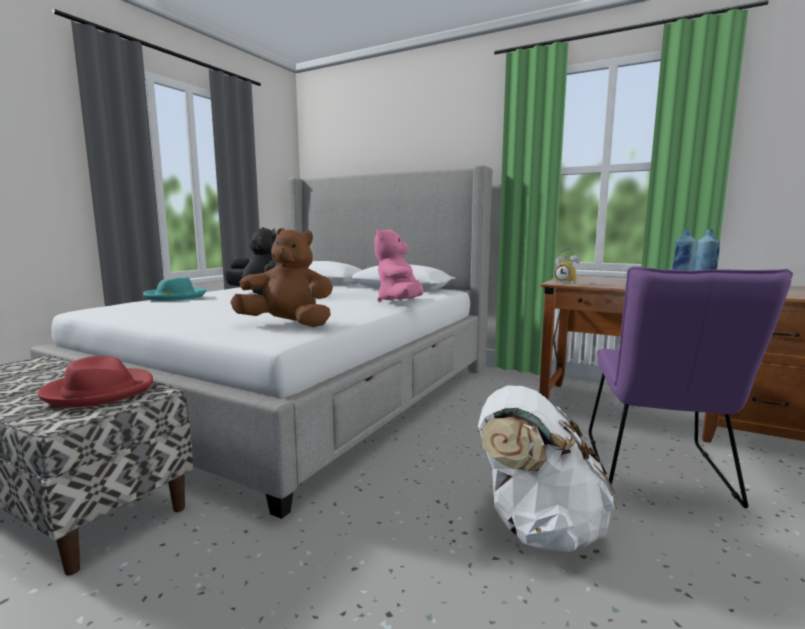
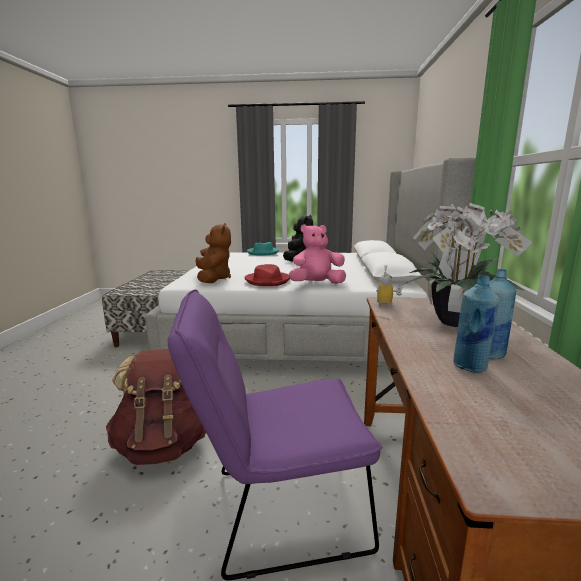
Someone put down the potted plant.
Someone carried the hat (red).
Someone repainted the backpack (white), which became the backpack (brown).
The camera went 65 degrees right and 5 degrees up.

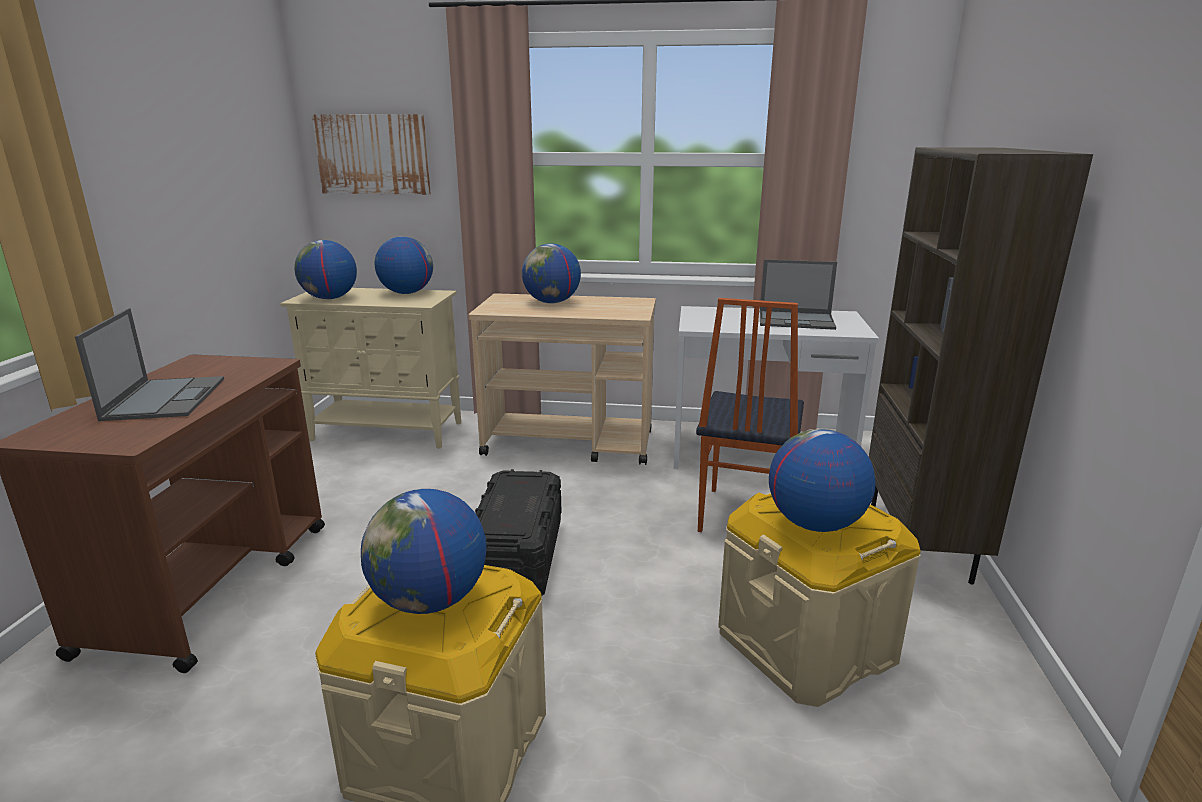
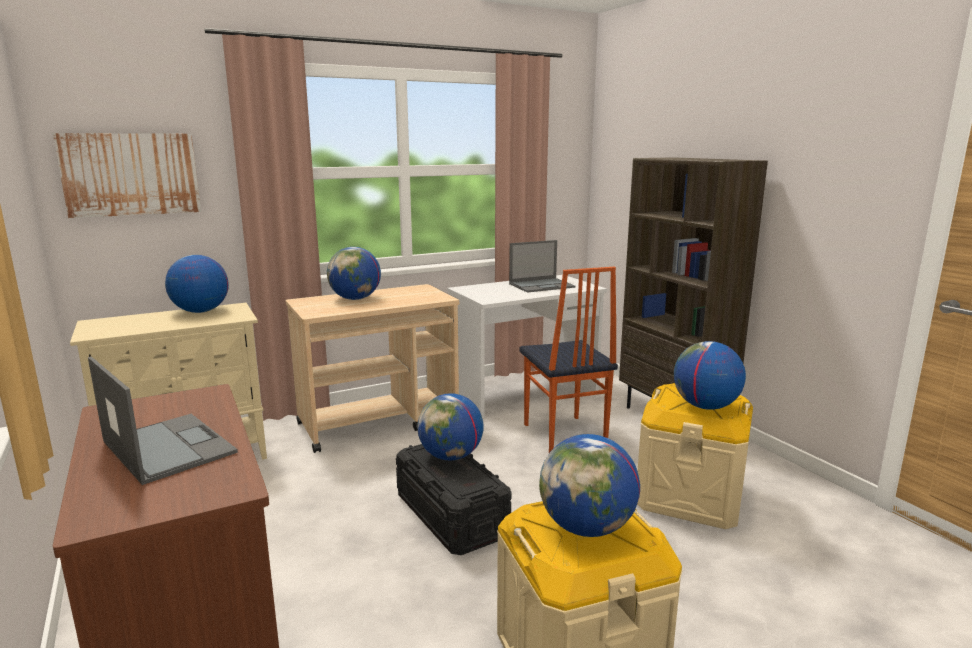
Someone carried the globe (no. 1 from left in the first image).
The camera went 35 degrees left and 5 degrees down.

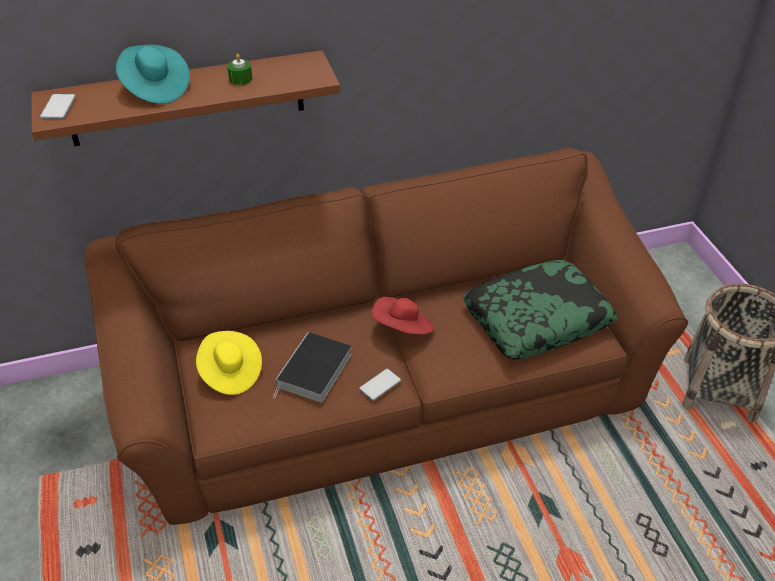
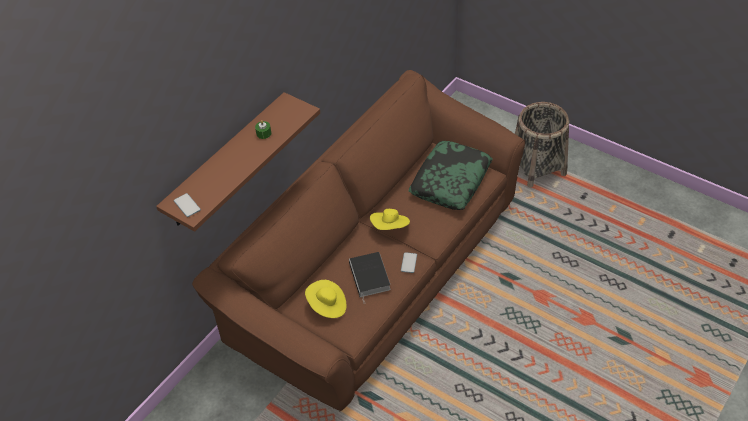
Someone took away the hat (turquoise).
Someone repainted the hat (red), which became the hat (yellow) (no. 2 from left).
The camera went 35 degrees left and 5 degrees up.

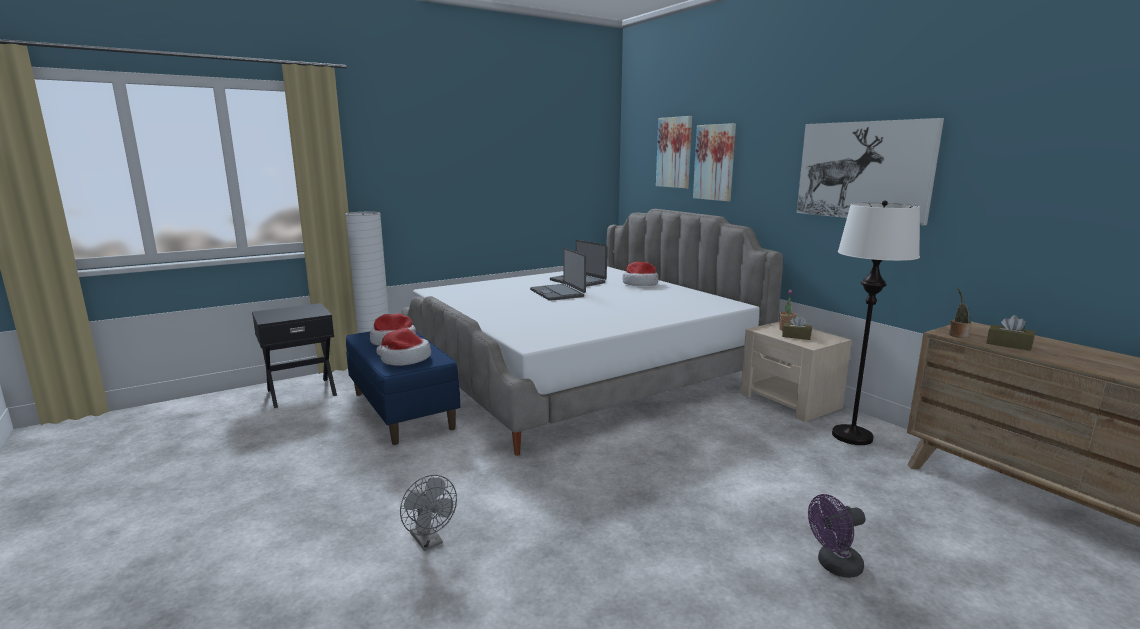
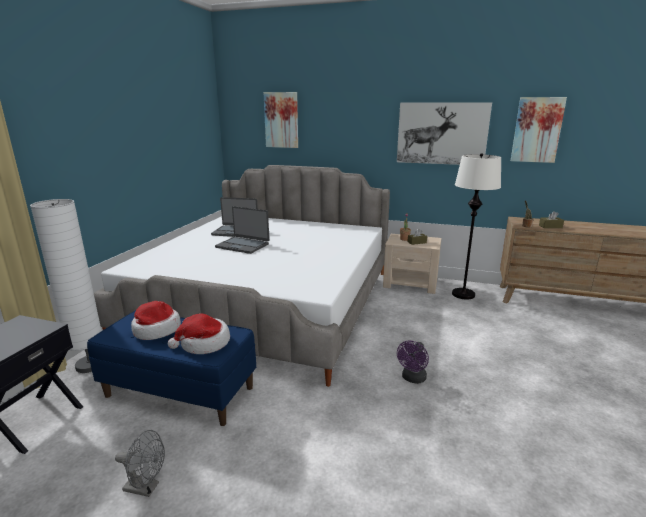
Someone took away the hat (no. 3 from left).
Someone carried the fan (grey).
Someone carried the picture (no. 2 from left in the first image).
Someone carried the fan (purple).
The camera went 40 degrees left and 5 degrees up.

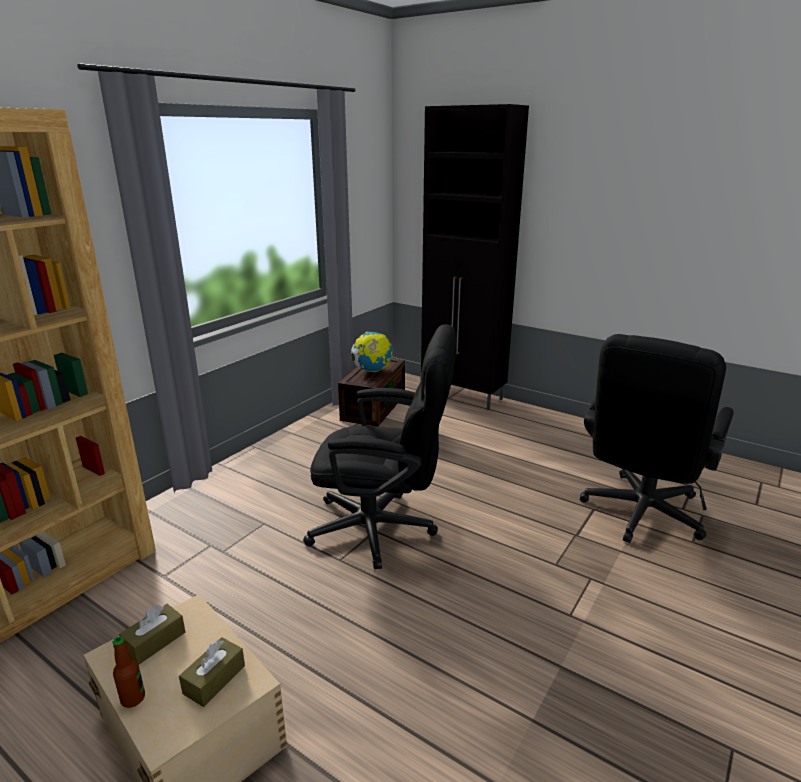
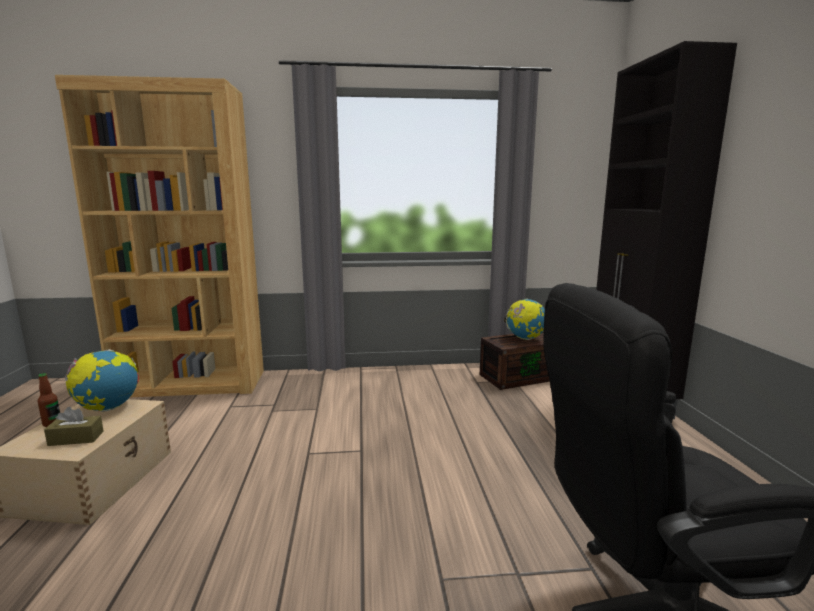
Someone took away the office chair (black) (no. 1 from left).
Someone swapped the tissue box (brown) (no. 1 from left) for the globe (no. 1 from left).
The camera went 50 degrees right and 10 degrees down.

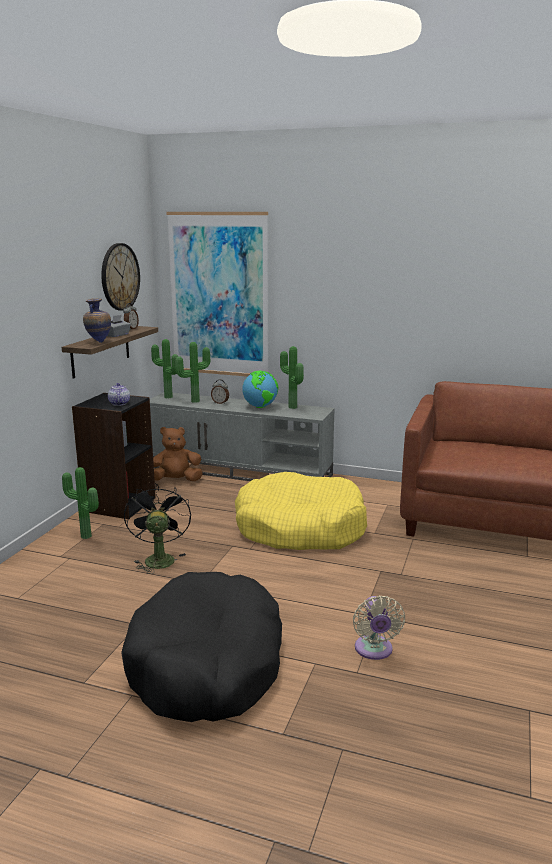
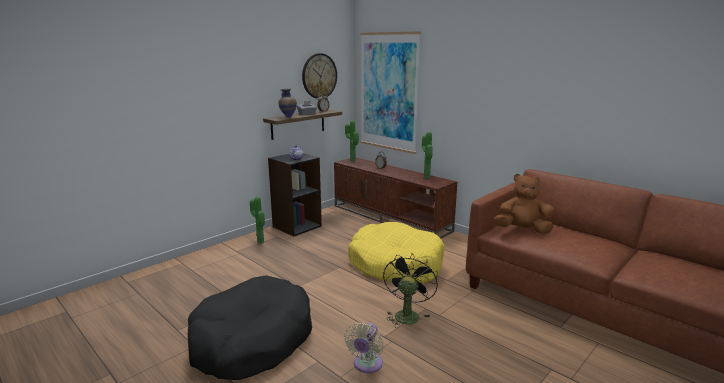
Someone took away the potted plant (no. 3 from left).
Someone took away the globe.
Someone carried the fan (black).
Someone carried the plush toy (brown).
Someone repainted the tv stand (grey), which became the tv stand (brown).
The camera went 25 degrees right and 0 degrees up.

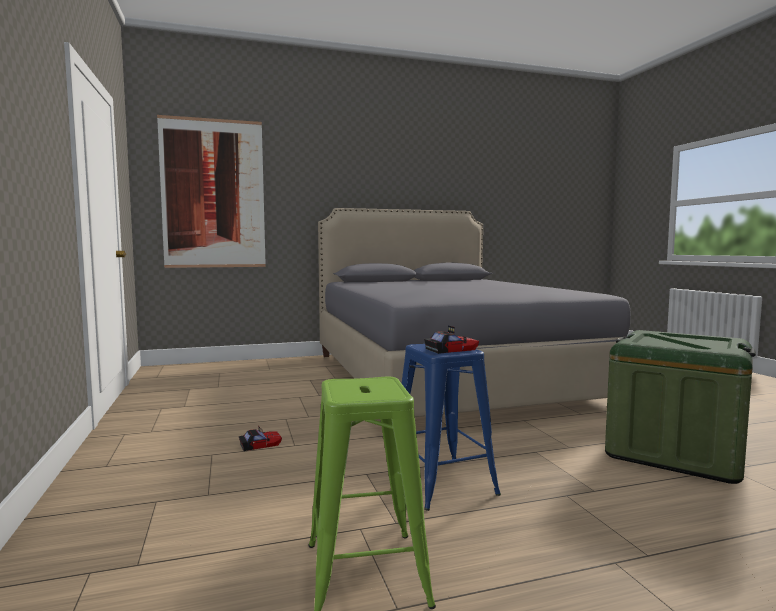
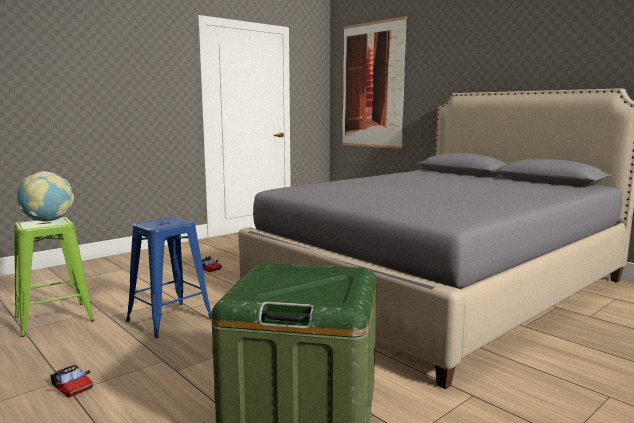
Someone put down the globe.
Someone carried the toy car (no. 2 from left in the first image).
The camera went 65 degrees right and 5 degrees up.

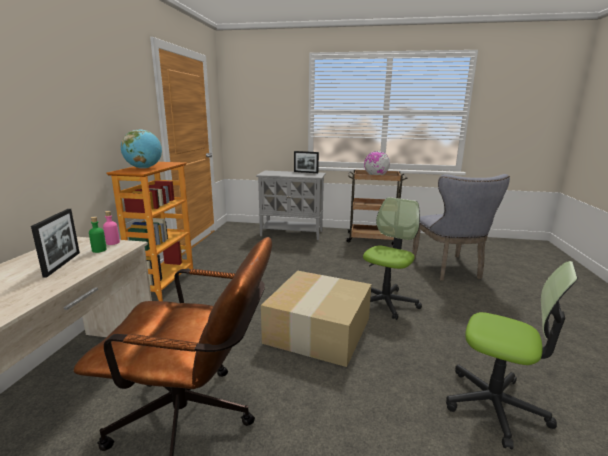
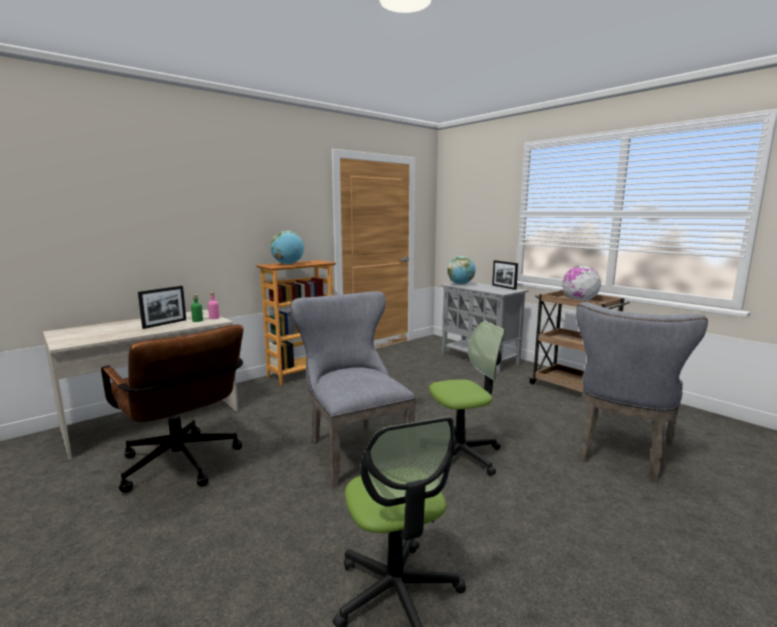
Someone put down the globe (no. 2 from left).
Someone swapped the cardboard box for the chair (grey) (no. 1 from left).
The camera went 40 degrees right and 5 degrees down.

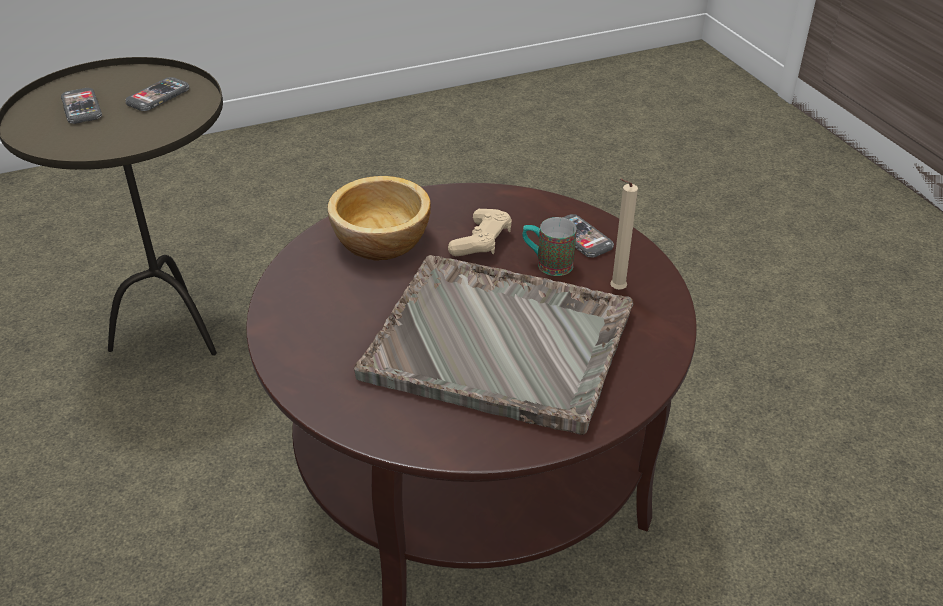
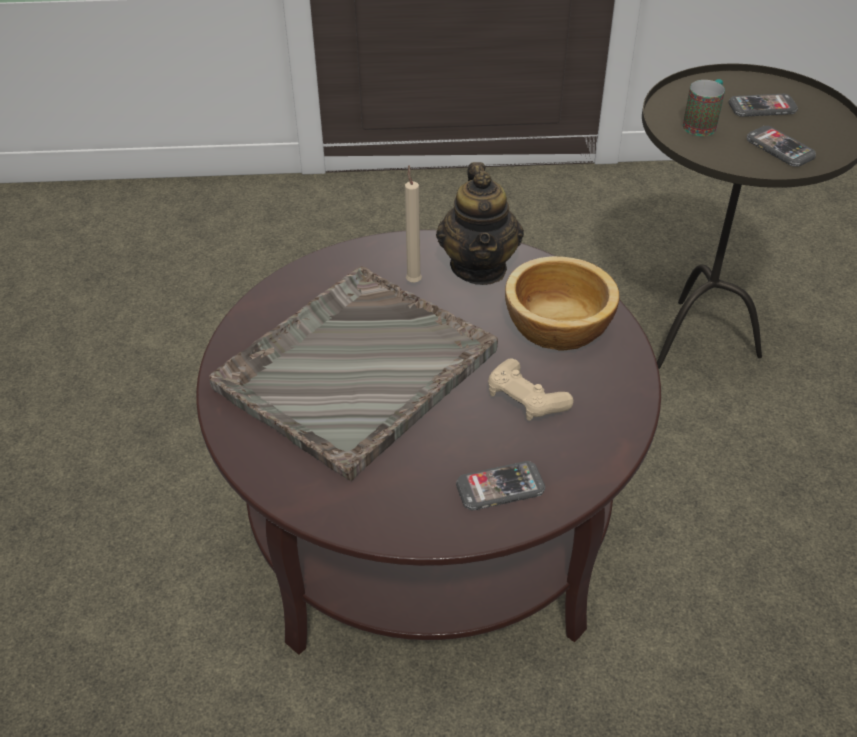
Someone put down the teapot.
Someone carried the mug.
Someone carried the candle (beige).
The camera went 110 degrees right and 5 degrees up.

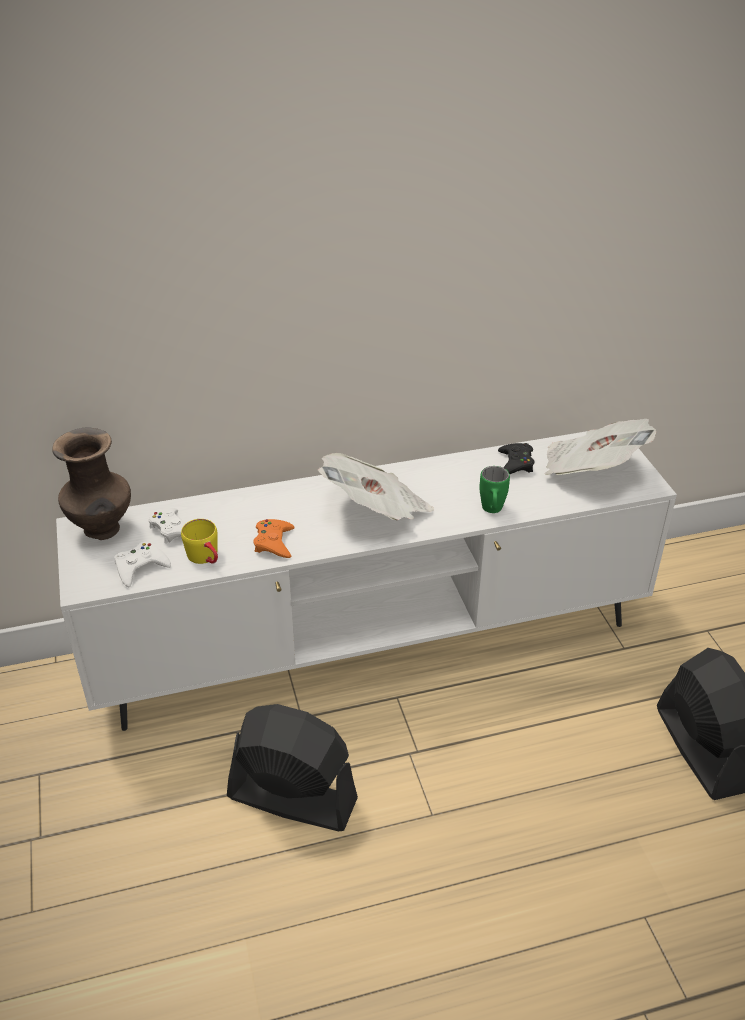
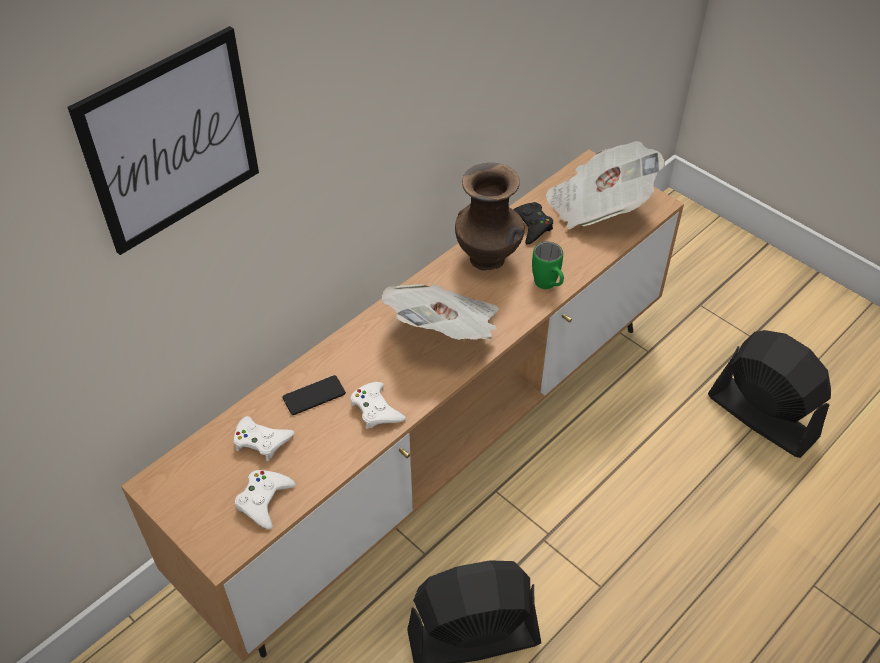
Someone took away the mug (yellow).
Someone put up the picture.
Someone put down the phone.
Someone carried the vase (brown).
Someone repainted the tv stand (white), which became the tv stand (brown).
Someone repainted the game controller (orange), which became the game controller (white) (no. 3 from left).
The camera went 30 degrees left and 10 degrees up.

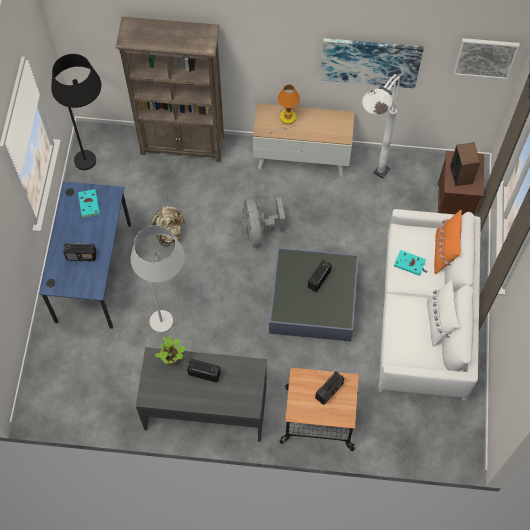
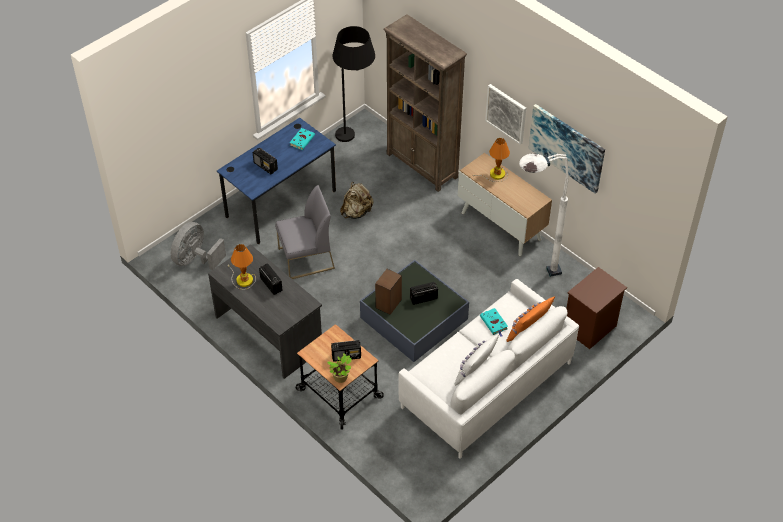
Someone put down the table lamp (no. 1 from left).
Someone carried the potted plant.
Someone carried the fan (grey).
Someone carried the speaker.
Someone carried the picture (no. 2 from left in the first image).
Someone swapped the floor lamp (white) (no. 1 from left) for the chair (grey).
The camera went 40 degrees right and 15 degrees down.

